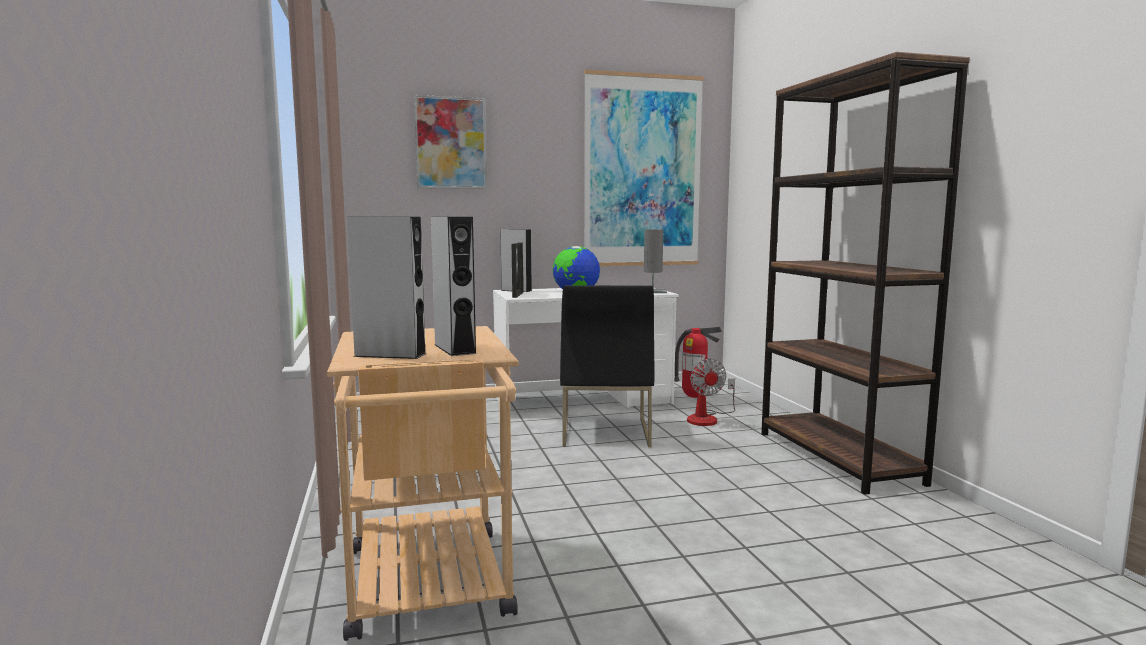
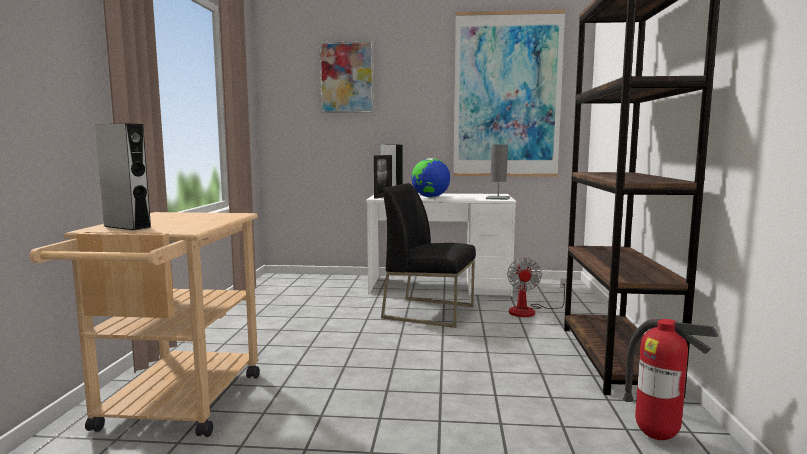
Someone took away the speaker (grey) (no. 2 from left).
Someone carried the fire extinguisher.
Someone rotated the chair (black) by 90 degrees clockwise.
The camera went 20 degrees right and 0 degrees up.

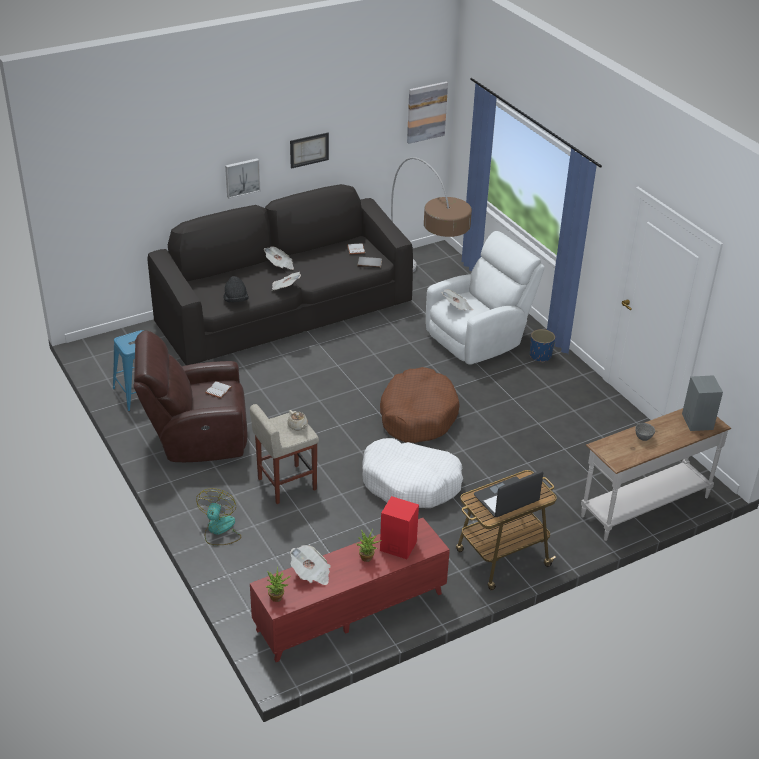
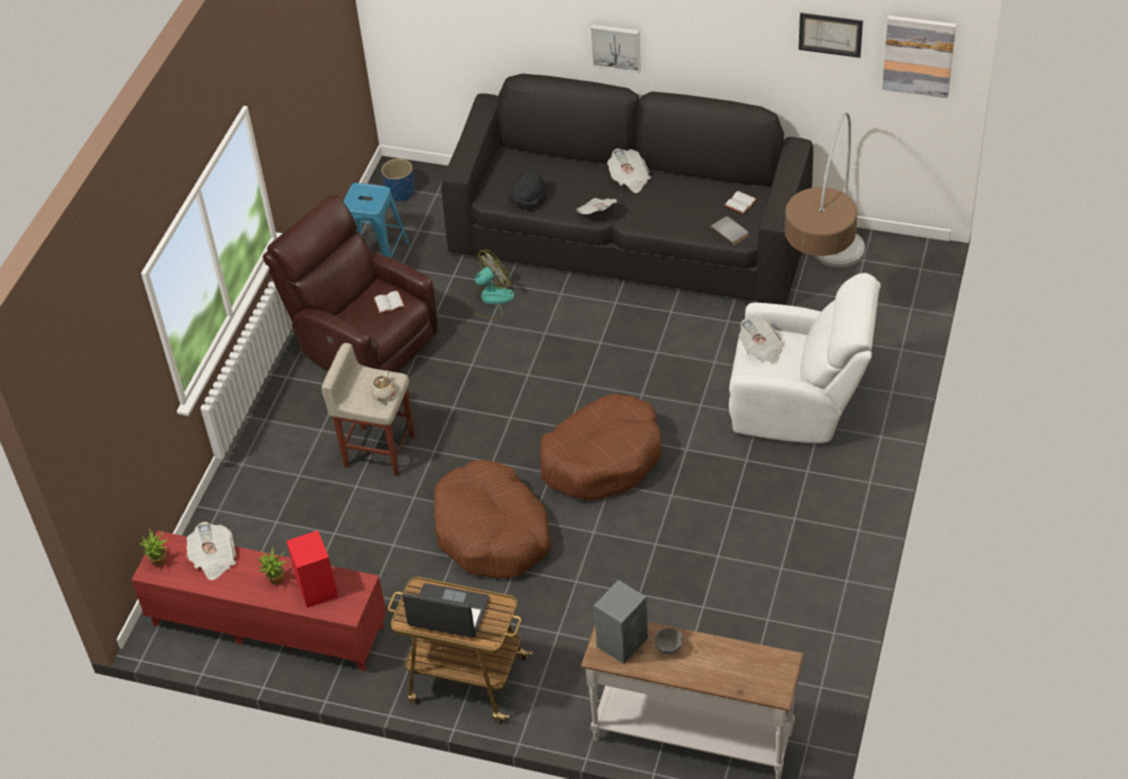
Someone carried the fan.
Someone carried the picture (no. 2 from left).
Someone carried the planter (blue).
Someone carried the speaker (grey).
Someone repainted the dog bed (white), which became the dog bed (brown) (no. 1 from left).
The camera went 50 degrees right and 10 degrees up.

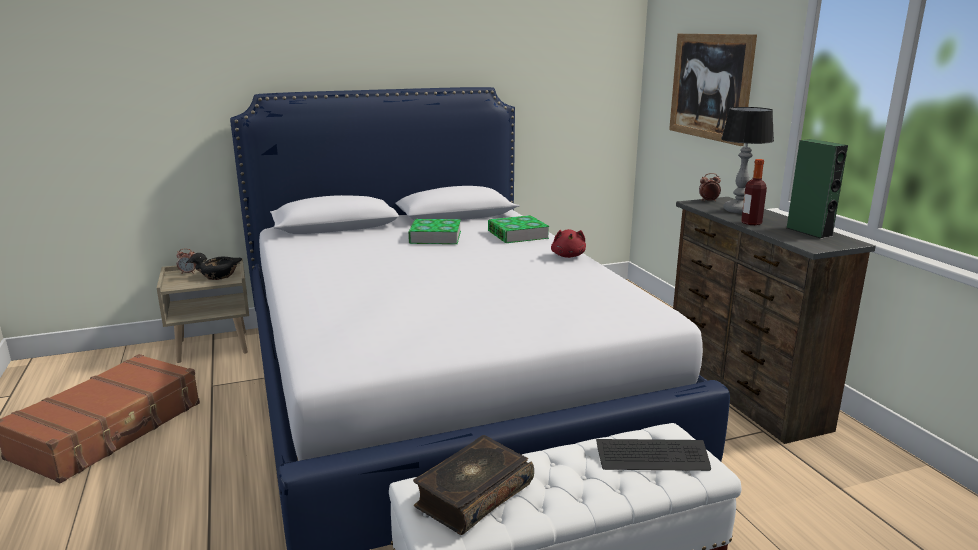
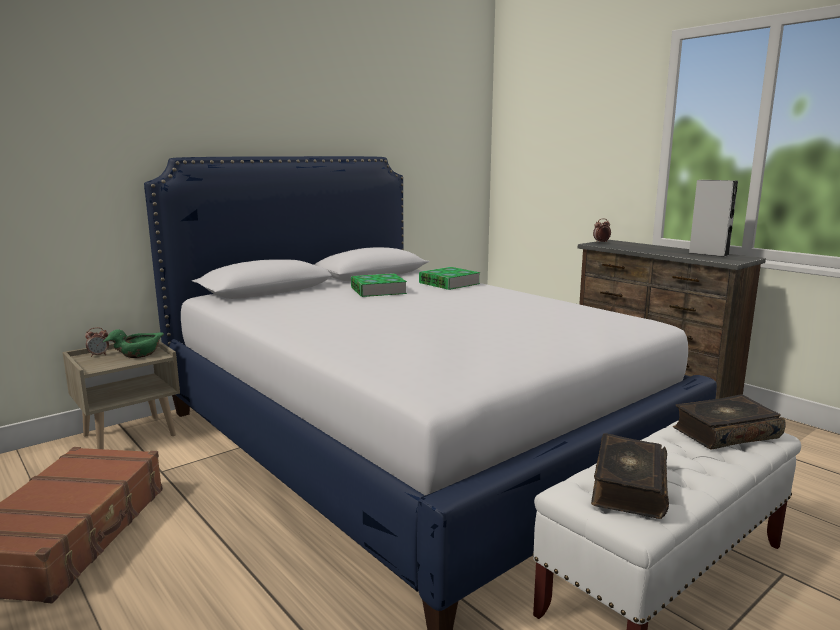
Someone took away the plush toy (red).
Someone took away the picture.
Someone took away the table lamp.
Someone took away the bottle.
Someone swapped the keyboard for the book (no. 4 from left).
Someone repainted the bowl (black), which became the bowl (green).
Someone repainted the speaker (green), which became the speaker (grey).
The camera went 20 degrees left and 5 degrees down.

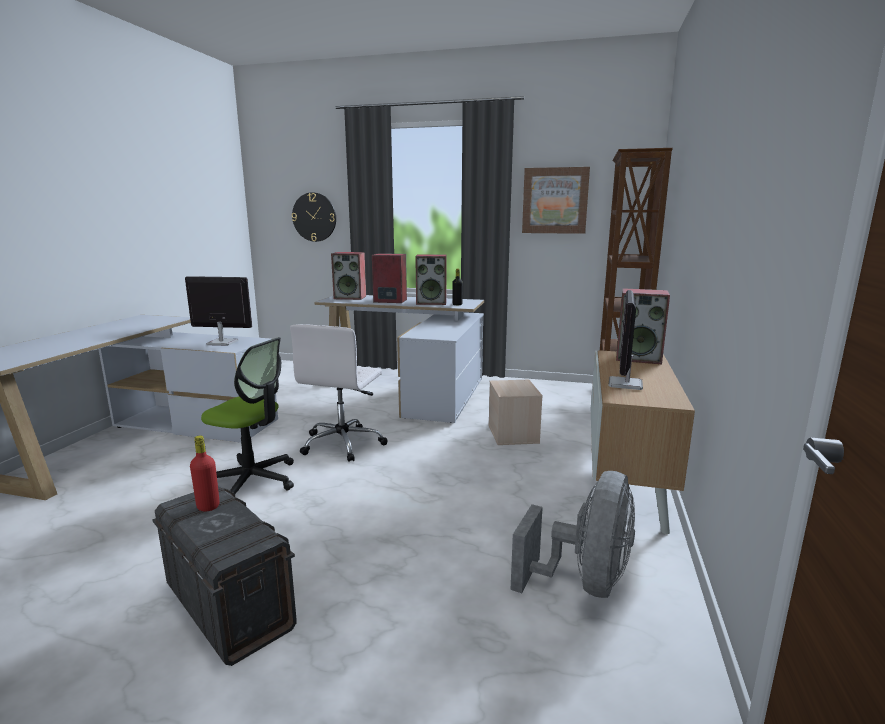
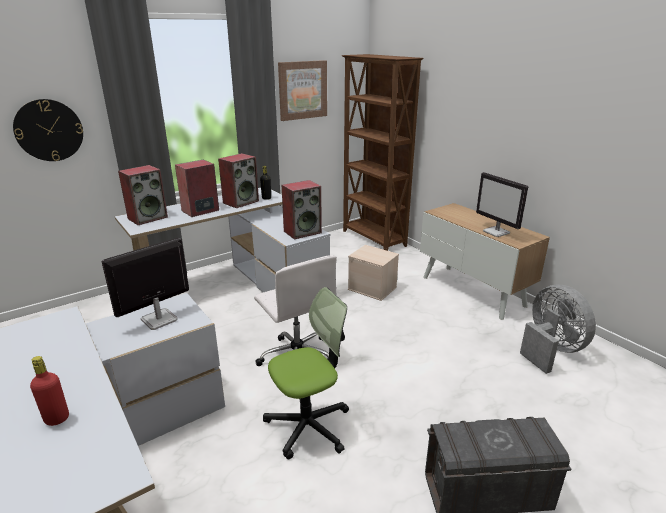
Someone carried the bottle (red).
Someone carried the speaker (no. 4 from left).
The camera went 50 degrees left and 10 degrees up.

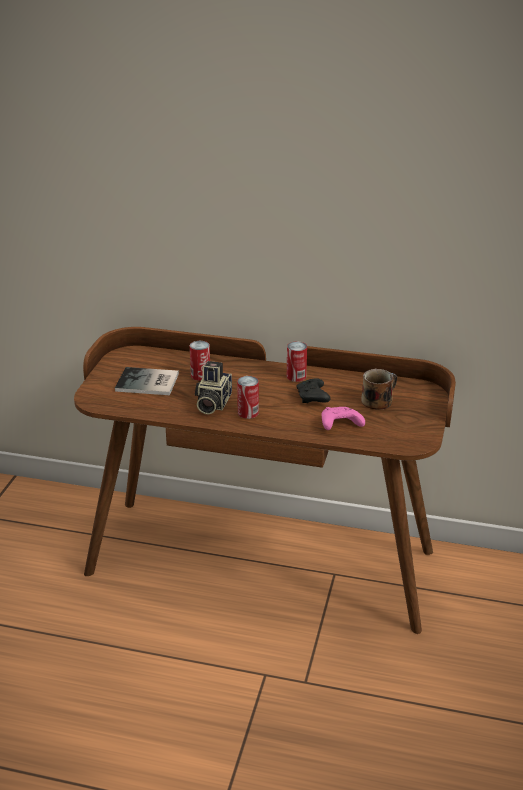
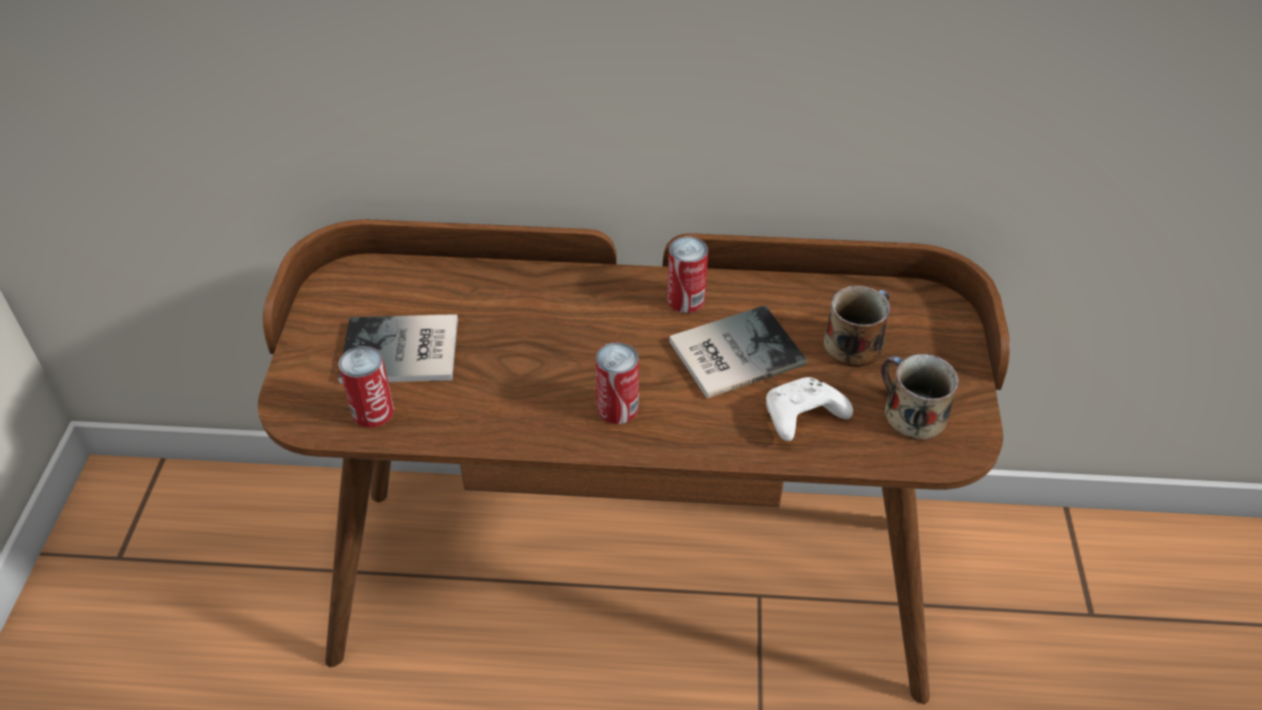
Someone took away the photo camera.
Someone put down the mug (no. 2 from left).
Someone carried the can (no. 1 from left).
Someone swapped the game controller (black) for the book (no. 2 from left).
Someone repainted the game controller (pink), which became the game controller (white).
The camera went 10 degrees left and 15 degrees up.

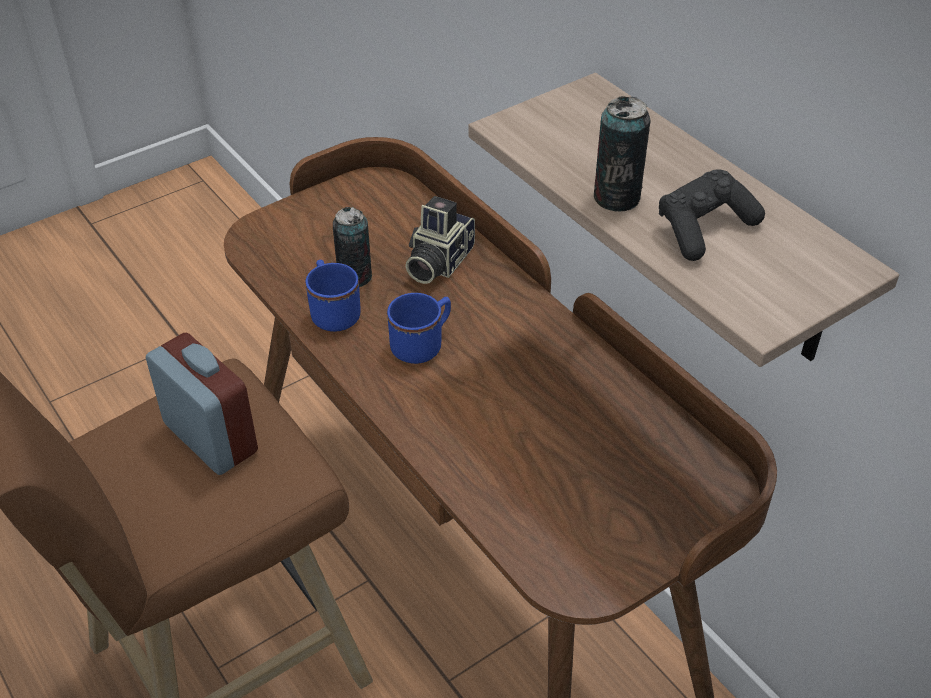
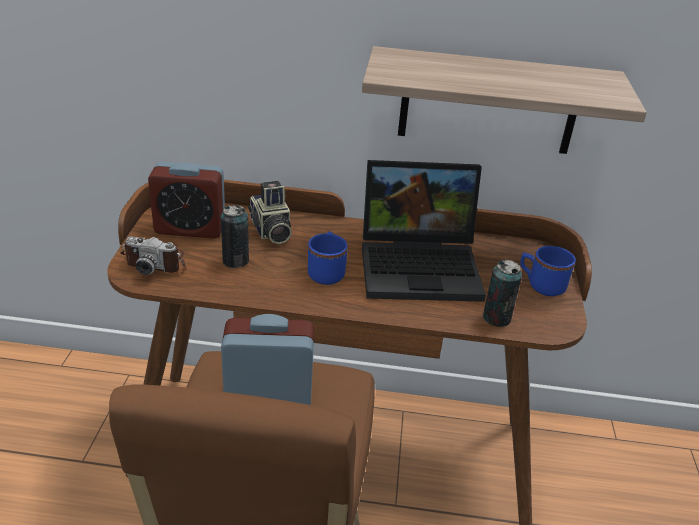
Someone took away the game controller (black).
Someone put down the photo camera (no. 1 from left).
Someone put down the alarm clock (no. 1 from left).
Someone put down the laptop.
Someone carried the mug (blue) (no. 1 from left in the first image).
Someone carried the can (no. 2 from left).
The camera went 50 degrees left and 10 degrees down.

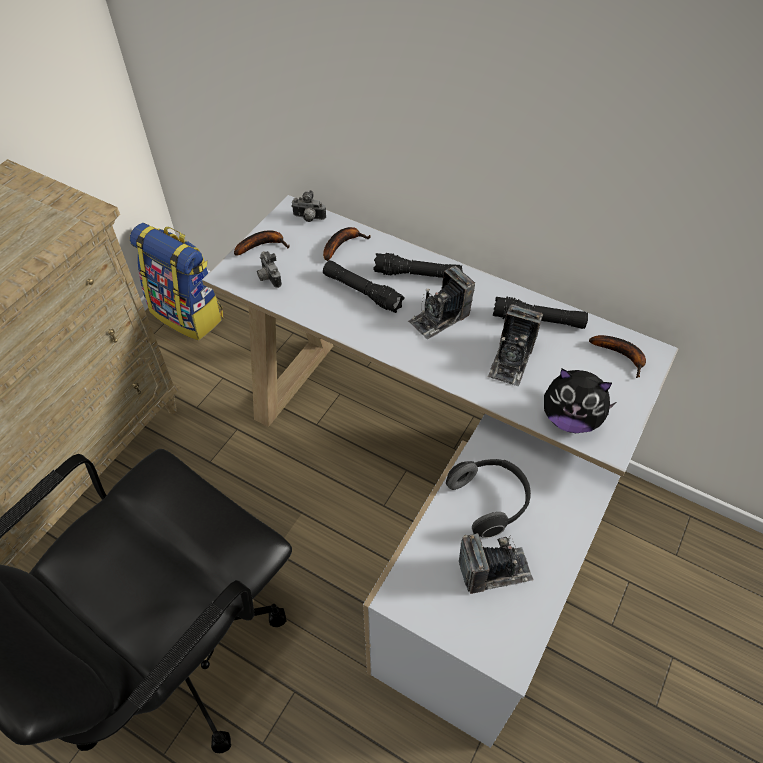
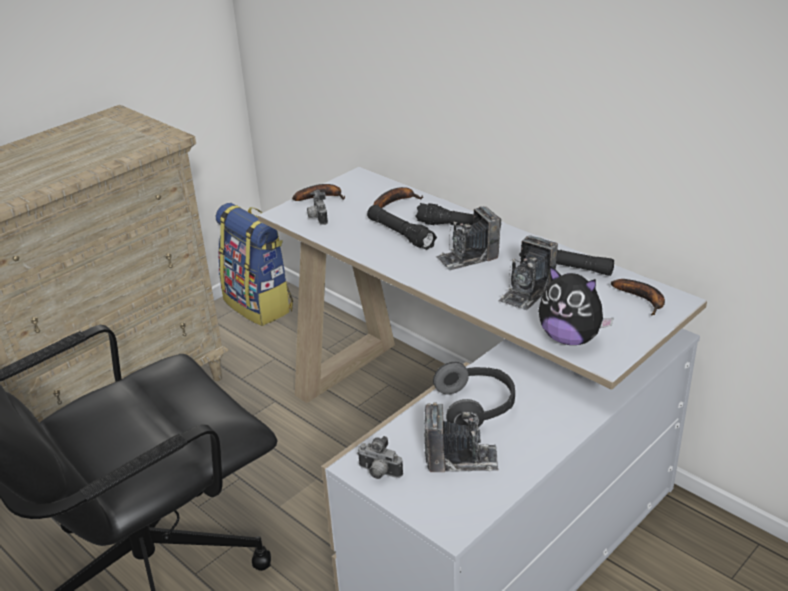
Someone carried the photo camera (no. 2 from left).
The camera went 15 degrees right and 20 degrees down.

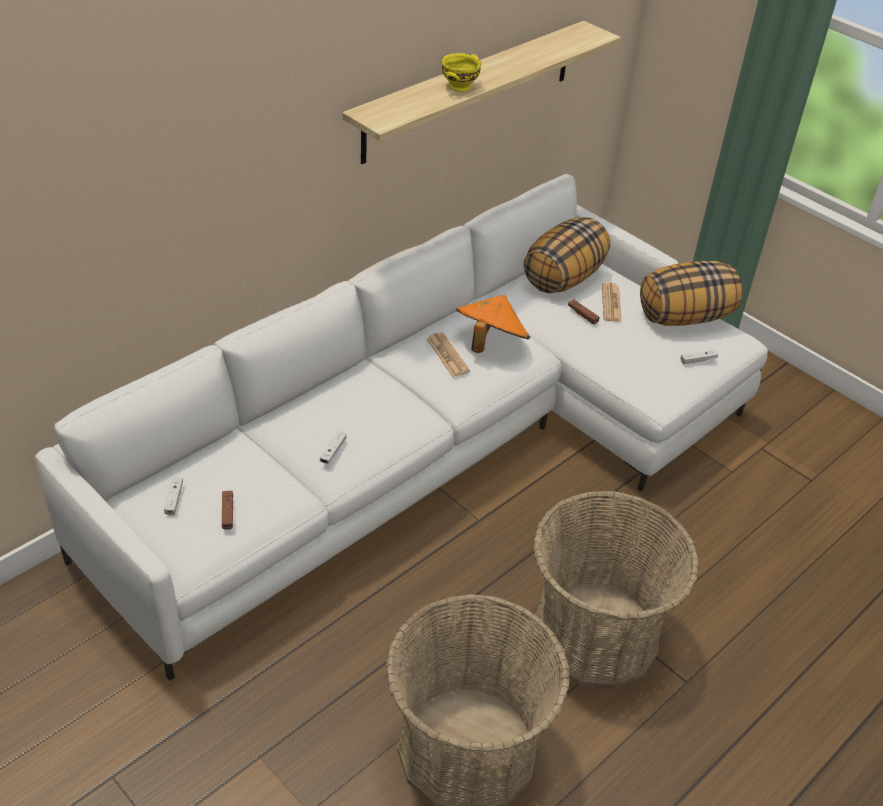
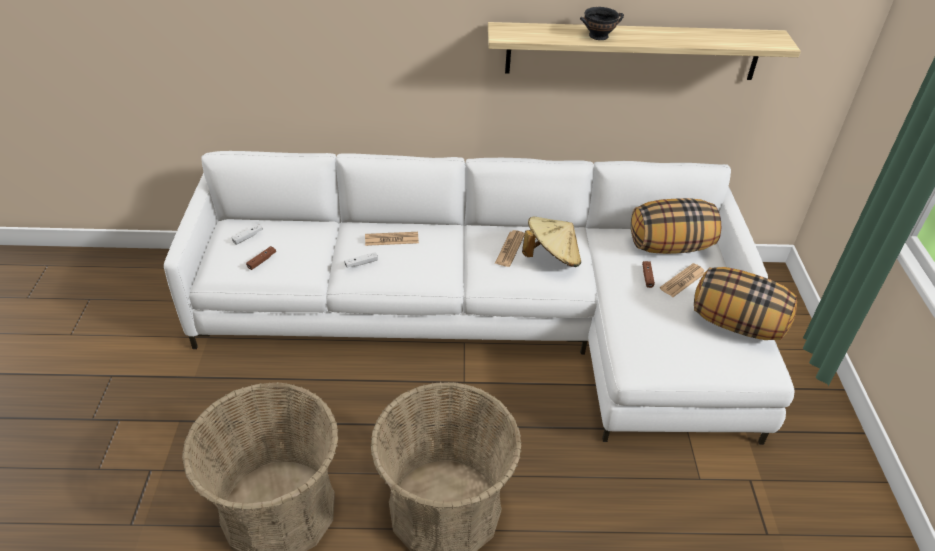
Someone took away the game controller (white) (no. 3 from left).
Someone put down the newspaper (no. 1 from left).
Someone repainted the bowl (yellow), which became the bowl (black).
Someone repainted the hat (orange), which became the hat (beige).
The camera went 45 degrees right and 0 degrees up.

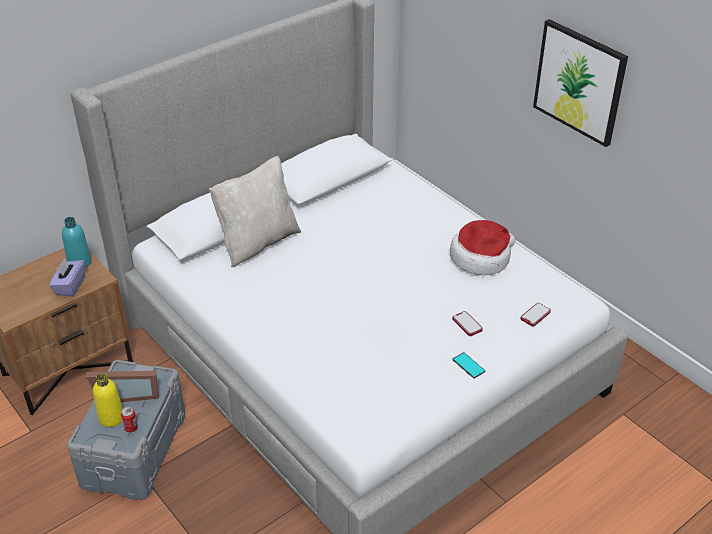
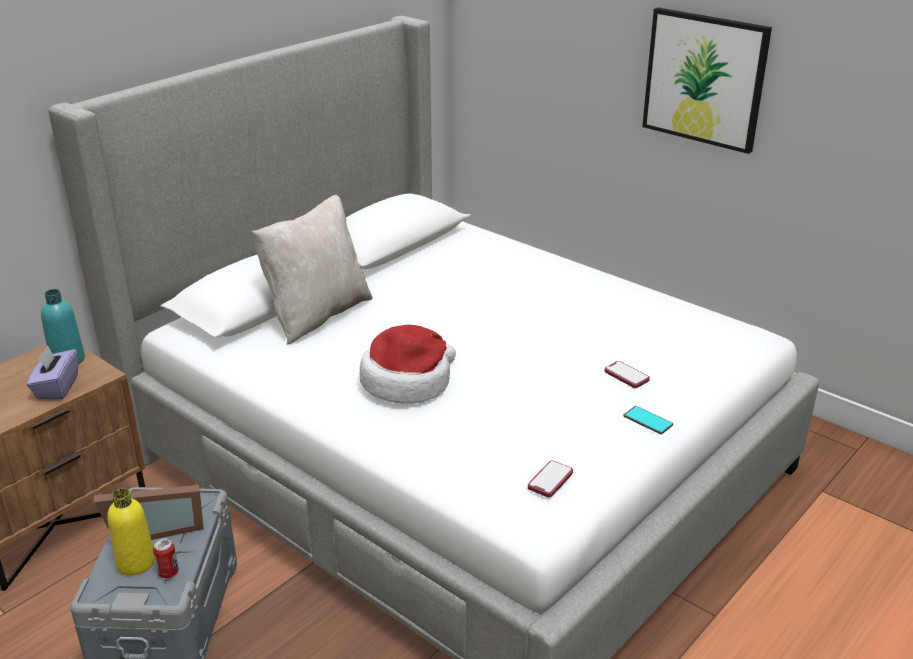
Someone carried the hat.
Someone carried the phone (no. 3 from left in the first image).
The camera went 10 degrees left and 10 degrees down.

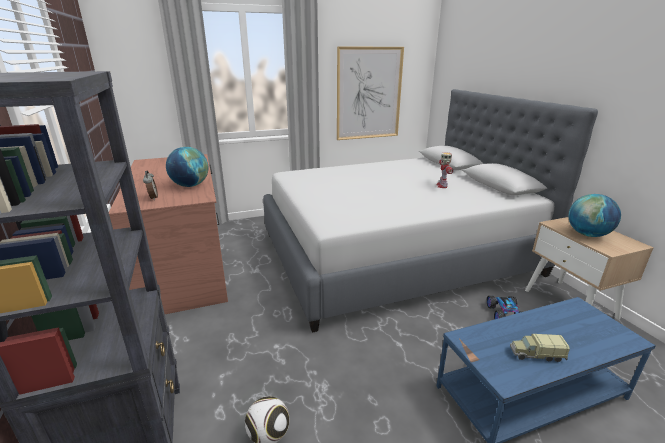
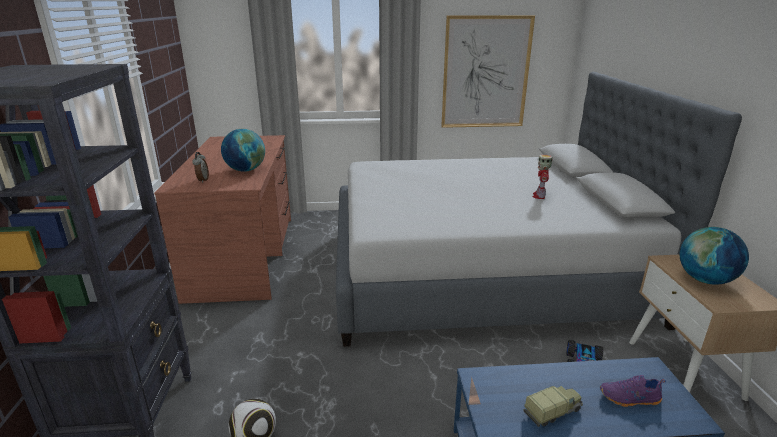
Someone put down the shoe (purple).
Someone rotated the toy truck by 135 degrees clockwise.
The camera went 15 degrees right and 0 degrees up.

